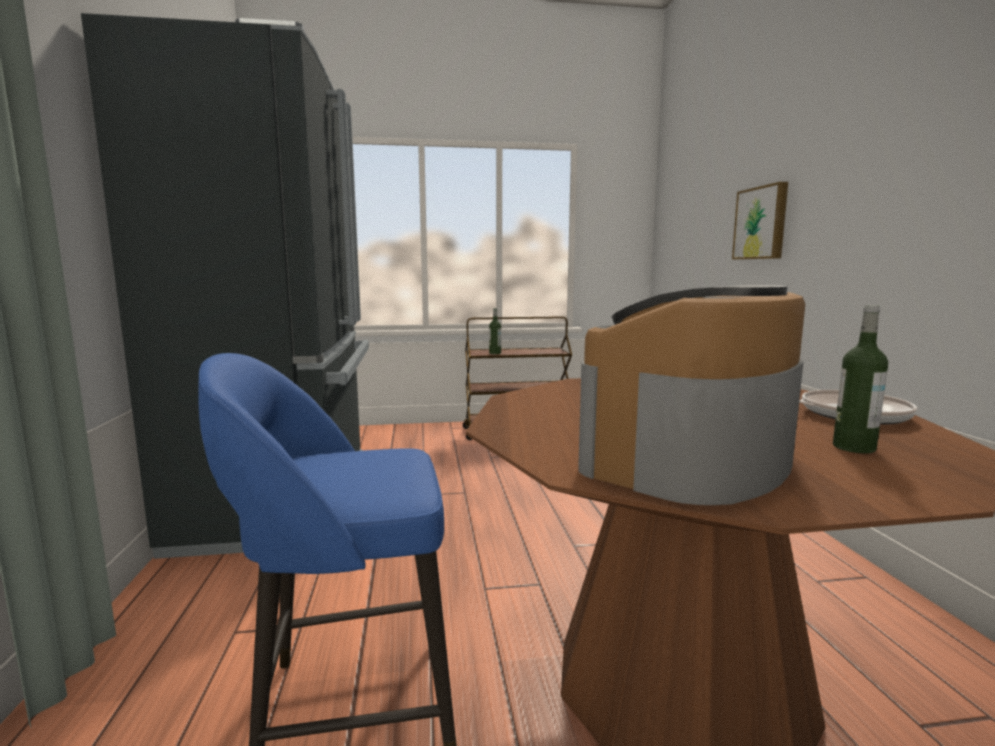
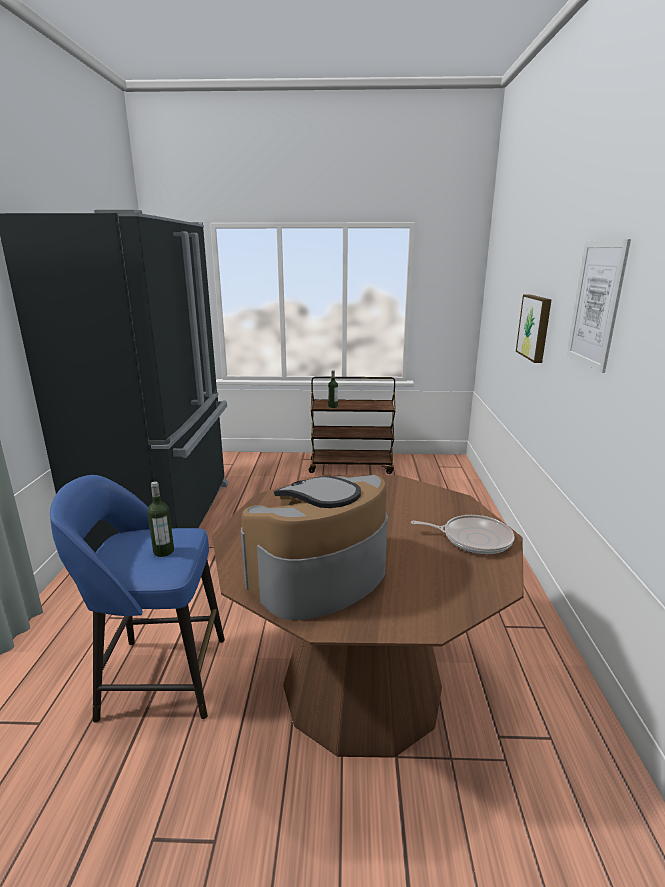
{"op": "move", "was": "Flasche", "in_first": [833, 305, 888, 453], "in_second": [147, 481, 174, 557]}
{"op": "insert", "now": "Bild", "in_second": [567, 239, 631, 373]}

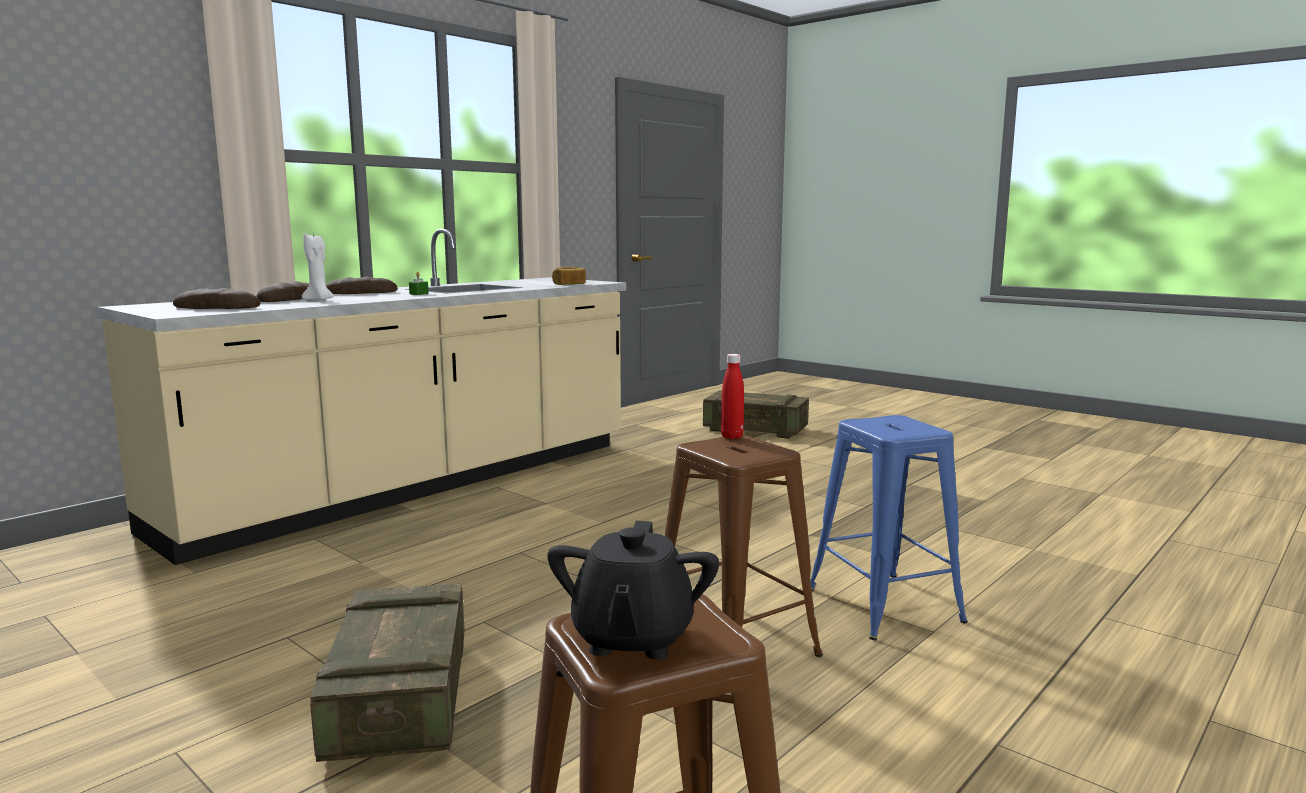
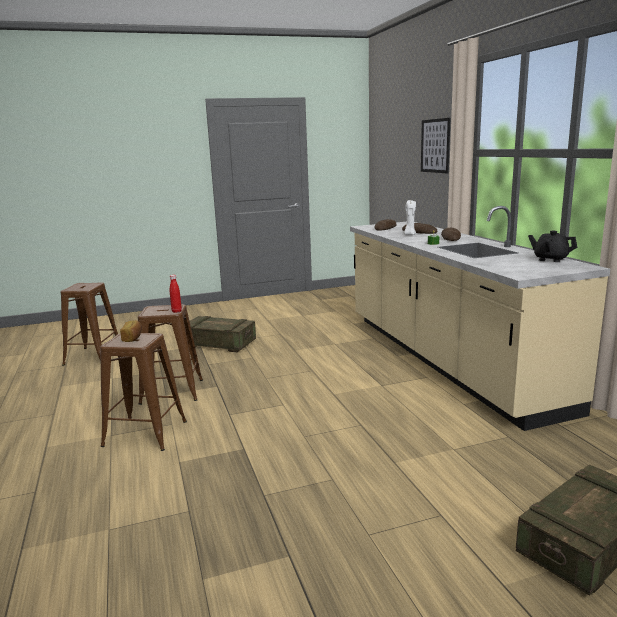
{"op": "move", "was": "Teekanne (schwarz)", "in_first": [547, 521, 719, 660], "in_second": [528, 231, 577, 262]}
{"op": "move", "was": "Brot", "in_first": [552, 267, 586, 285], "in_second": [120, 320, 142, 342]}
{"op": "recolor", "was": "Hocker (blau)", "now": "Hocker (braun)", "in_first": [811, 415, 968, 641], "in_second": [100, 333, 187, 451]}
{"op": "insert", "now": "Bild", "in_second": [421, 118, 450, 173]}

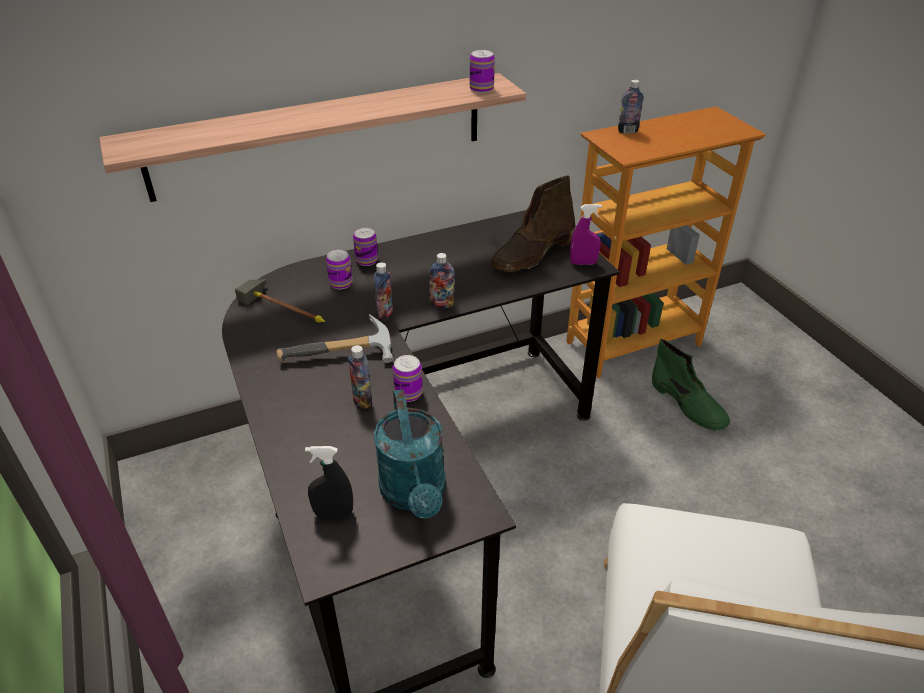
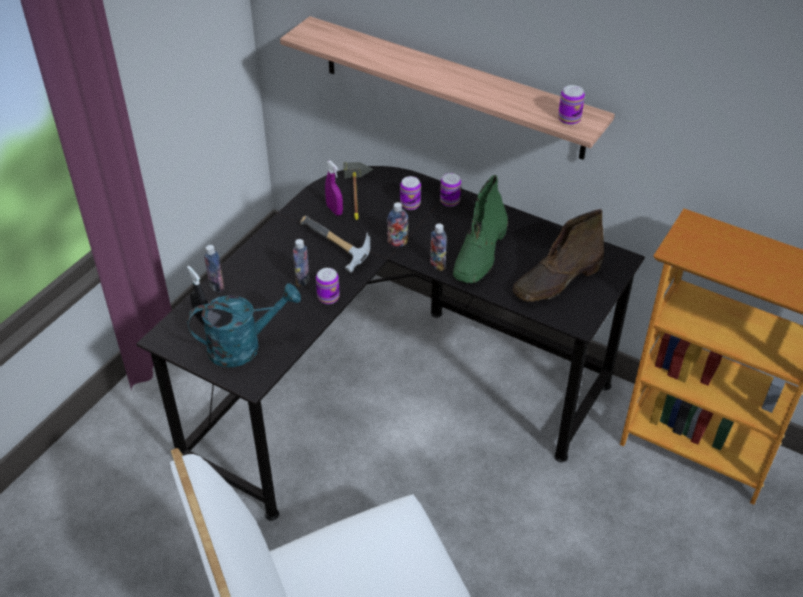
{"op": "rotate", "was": "Gießkanne (türkis)", "in_first": [373, 389, 446, 518], "in_second": [187, 283, 301, 367], "clockwise": -150}
{"op": "rotate", "was": "Stiefel (braun)", "in_first": [491, 175, 575, 272], "in_second": [513, 209, 604, 302], "clockwise": -45}
{"op": "move", "was": "Sprühflasche (lila)", "in_first": [570, 204, 602, 265], "in_second": [325, 160, 343, 216]}
{"op": "move", "was": "Flasche", "in_first": [618, 80, 644, 134], "in_second": [204, 245, 225, 292]}
{"op": "move", "was": "Stiefel (grün)", "in_first": [652, 339, 730, 431], "in_second": [453, 175, 508, 283]}

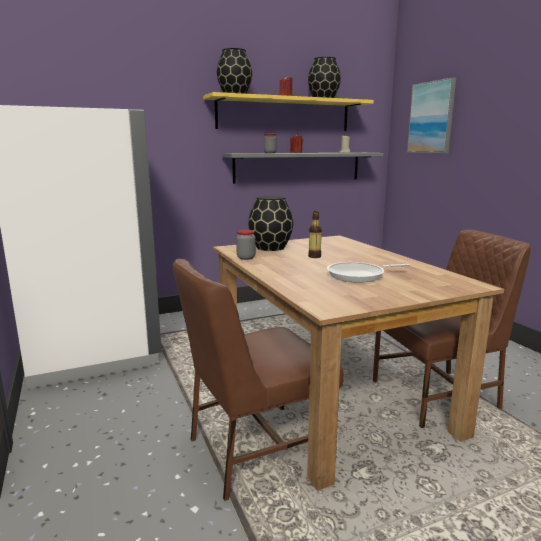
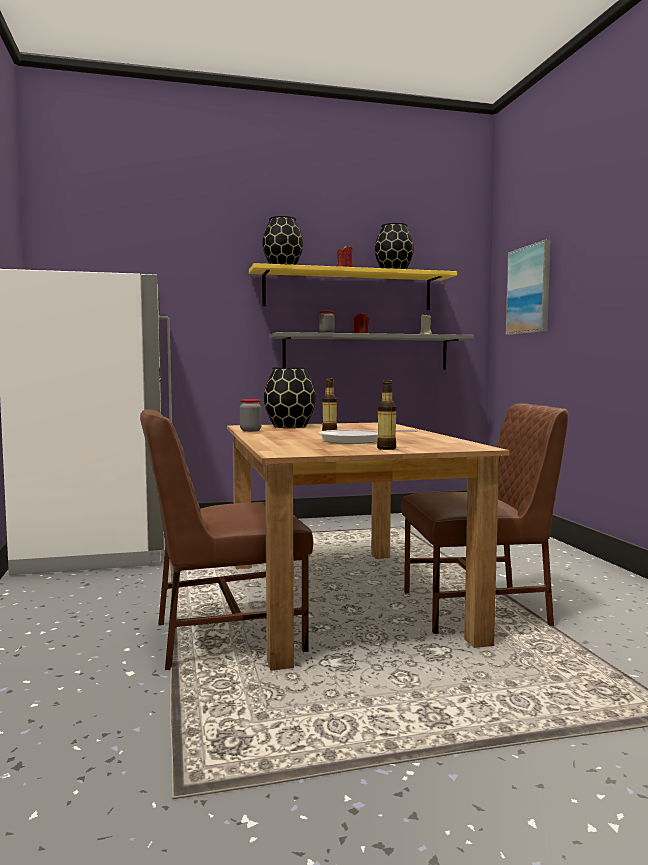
{"op": "insert", "now": "Flasche", "in_second": [377, 380, 396, 450]}

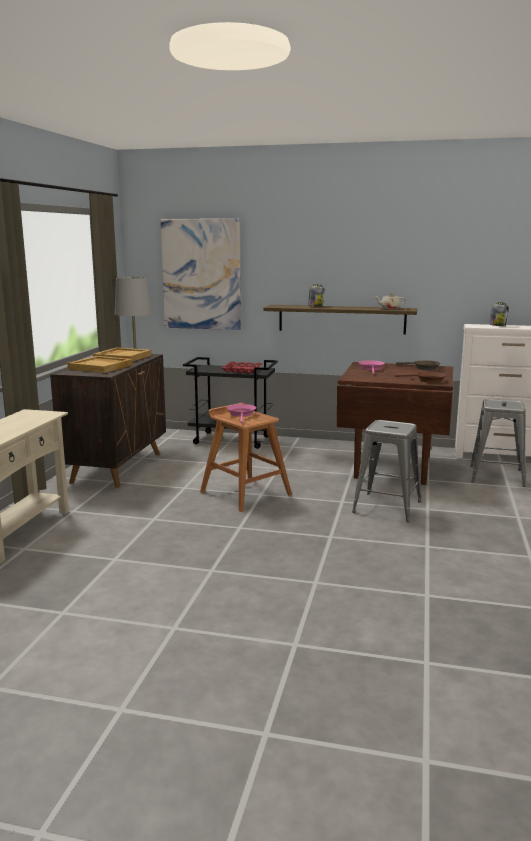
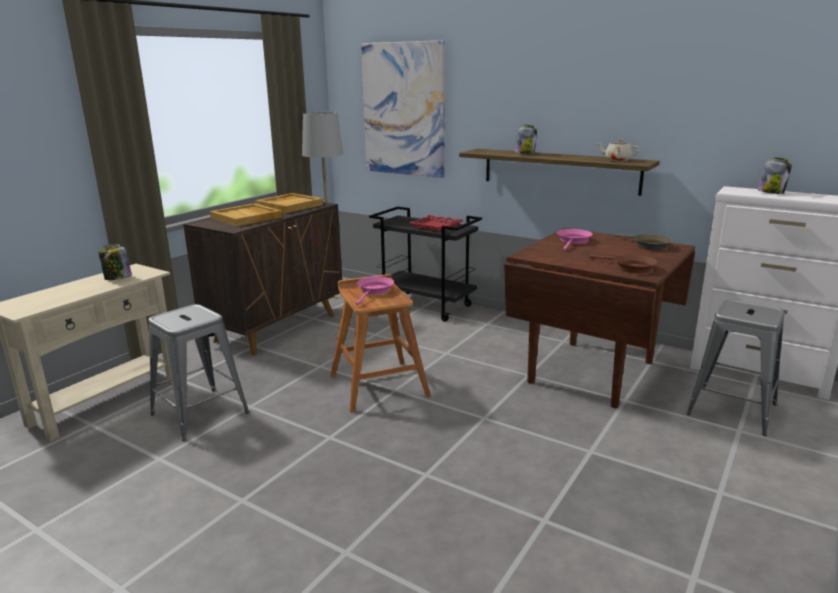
{"op": "move", "was": "Hocker (grau)", "in_first": [352, 420, 421, 522], "in_second": [148, 304, 249, 441]}
{"op": "insert", "now": "Vorratsglas", "in_second": [99, 244, 132, 280]}

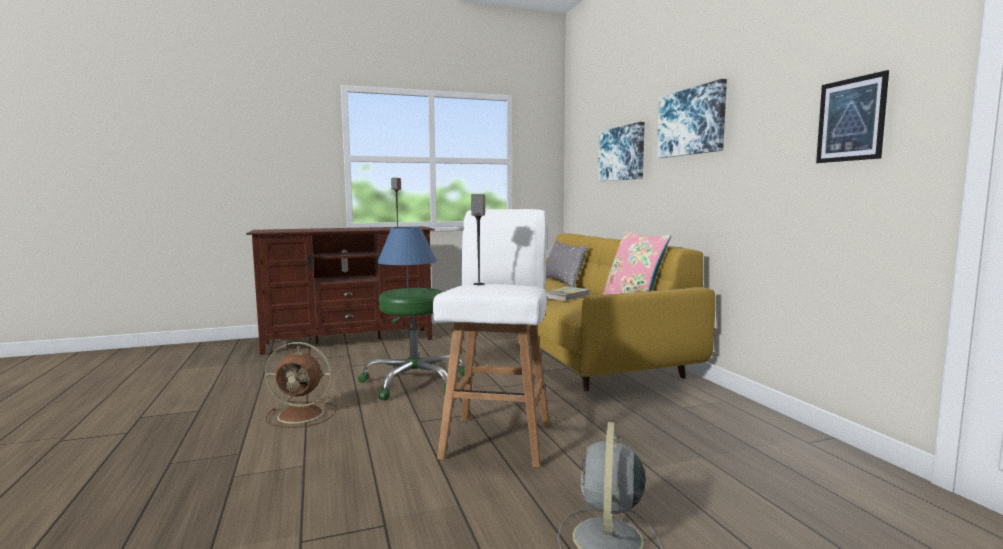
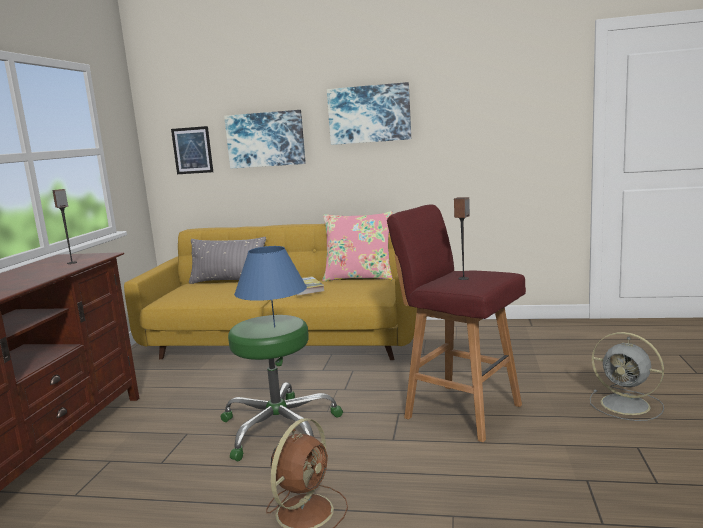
{"op": "recolor", "was": "Hocker (weiß)", "now": "Hocker (rot)", "in_first": [433, 209, 549, 467], "in_second": [387, 205, 526, 442]}
{"op": "move", "was": "Bild", "in_first": [816, 70, 889, 163], "in_second": [171, 126, 213, 174]}

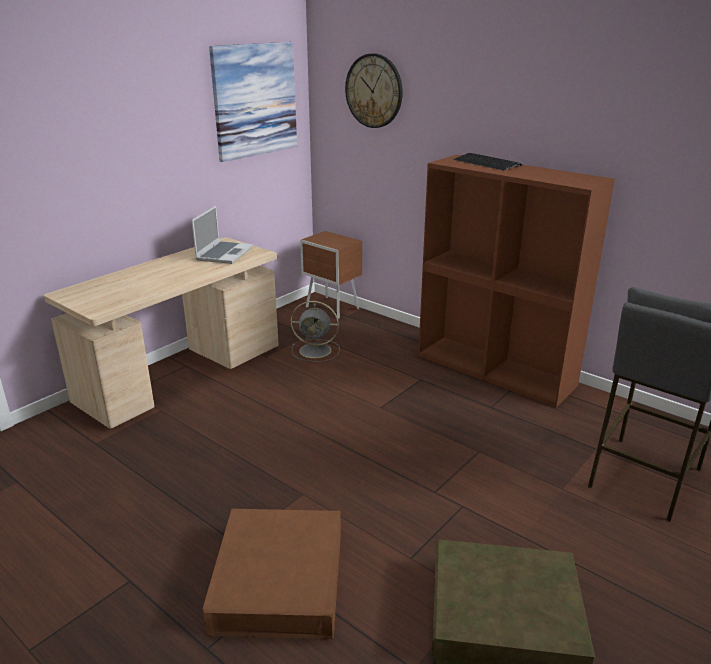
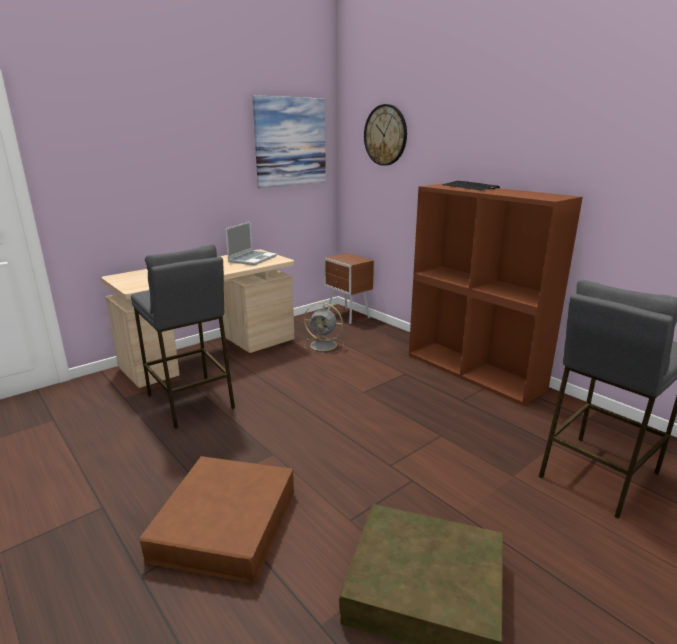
{"op": "insert", "now": "Hocker (grau)", "in_second": [131, 244, 235, 429]}

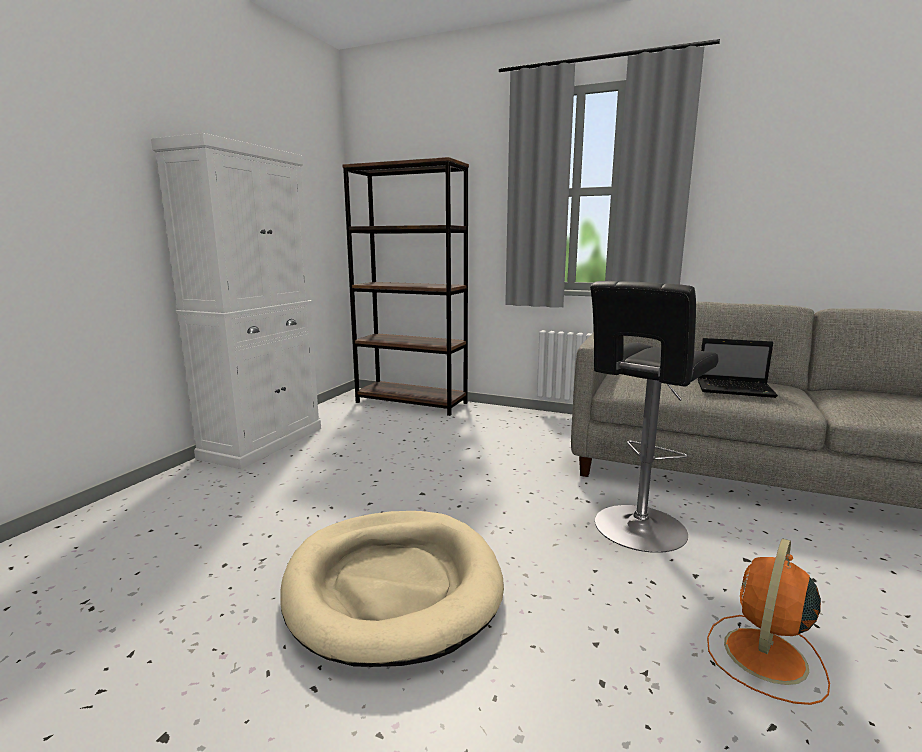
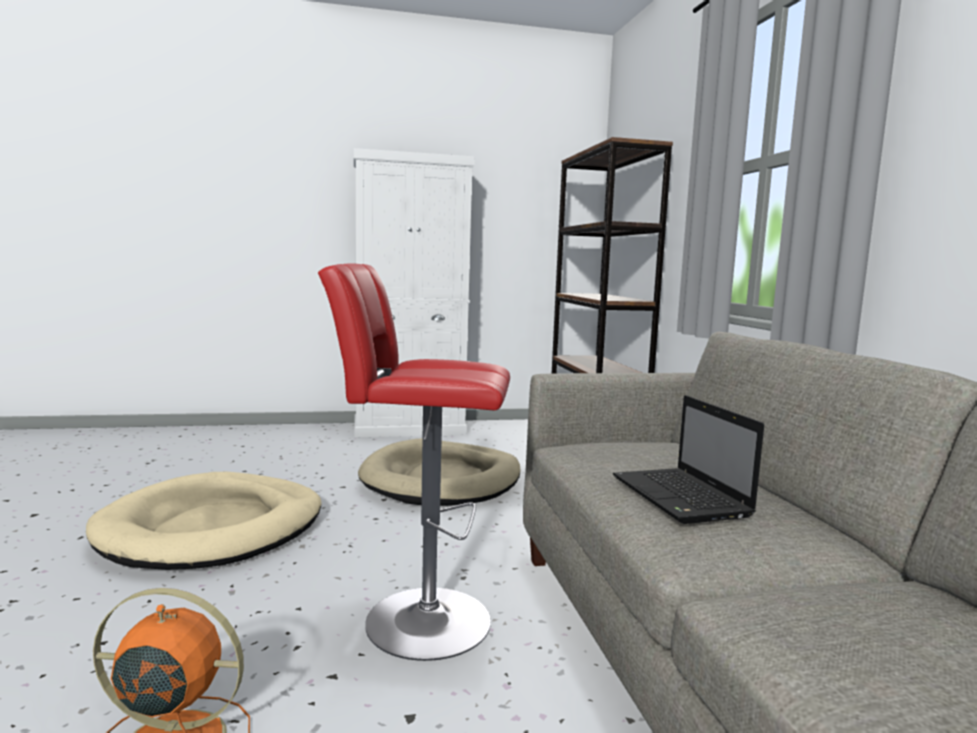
{"op": "recolor", "was": "Hocker (schwarz)", "now": "Hocker (rot)", "in_first": [590, 281, 719, 553], "in_second": [318, 264, 510, 661]}
{"op": "insert", "now": "Hundebett (beige)", "in_second": [358, 439, 521, 506]}

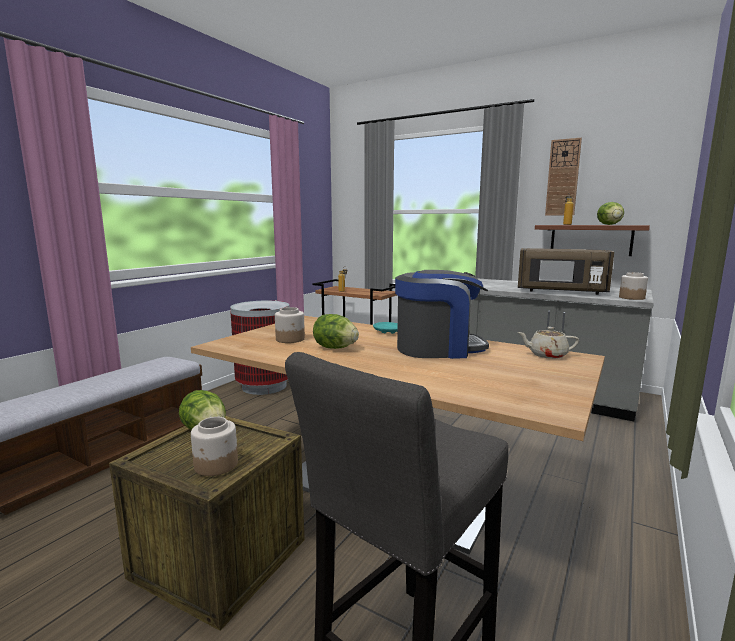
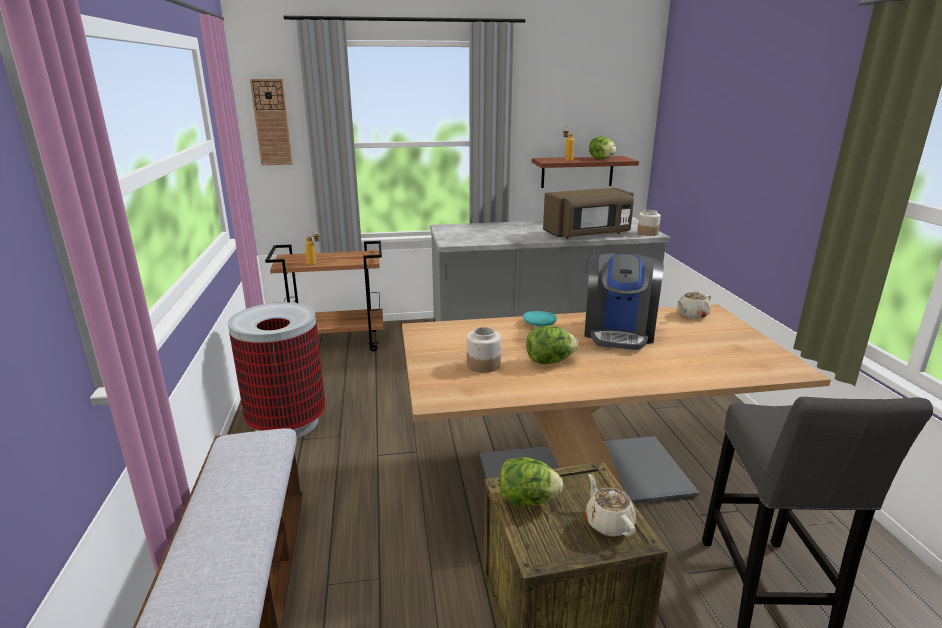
{"op": "replace", "was": "Vorratsglas", "now": "Teekanne (beige)", "in_first": [191, 417, 238, 476], "in_second": [585, 474, 636, 536]}
{"op": "rotate", "was": "Kaffeemaschine", "in_first": [395, 270, 489, 359], "in_second": [584, 253, 664, 350], "clockwise": 150}
{"op": "move", "was": "Wanduhr", "in_first": [545, 138, 582, 216], "in_second": [250, 79, 293, 165]}

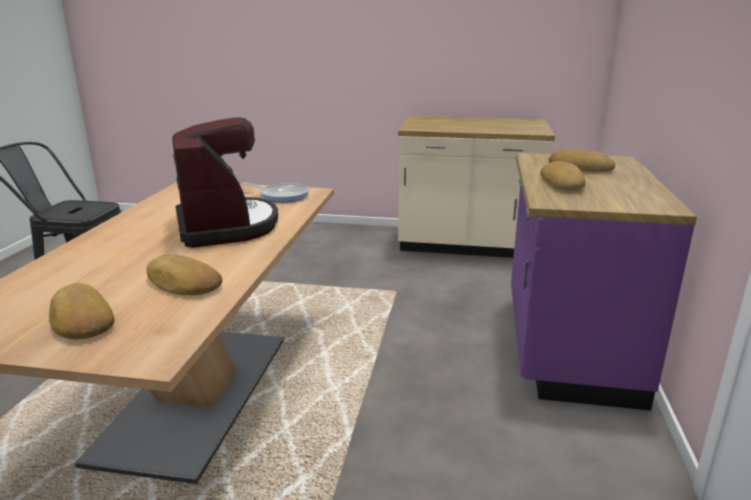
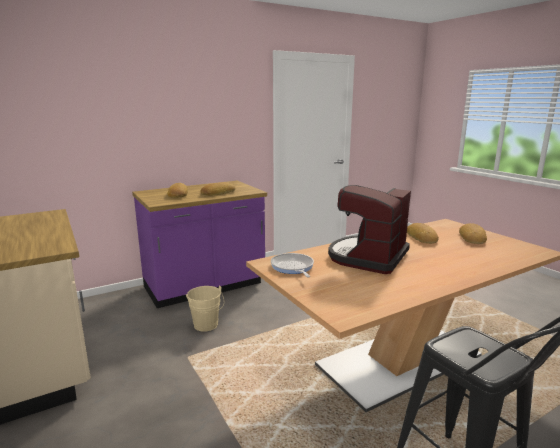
{"op": "insert", "now": "Eimer (beige)", "in_second": [186, 285, 224, 332]}

